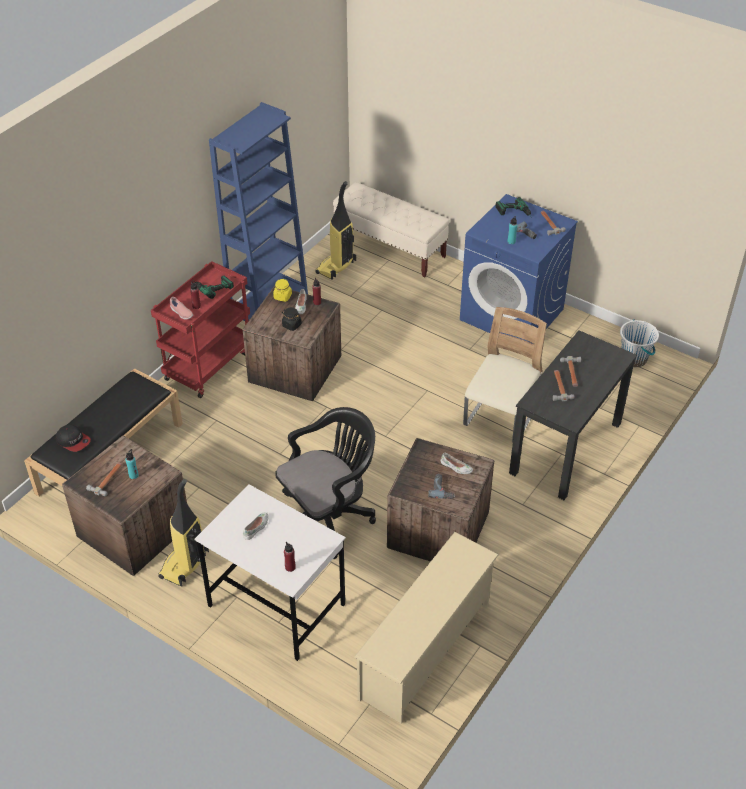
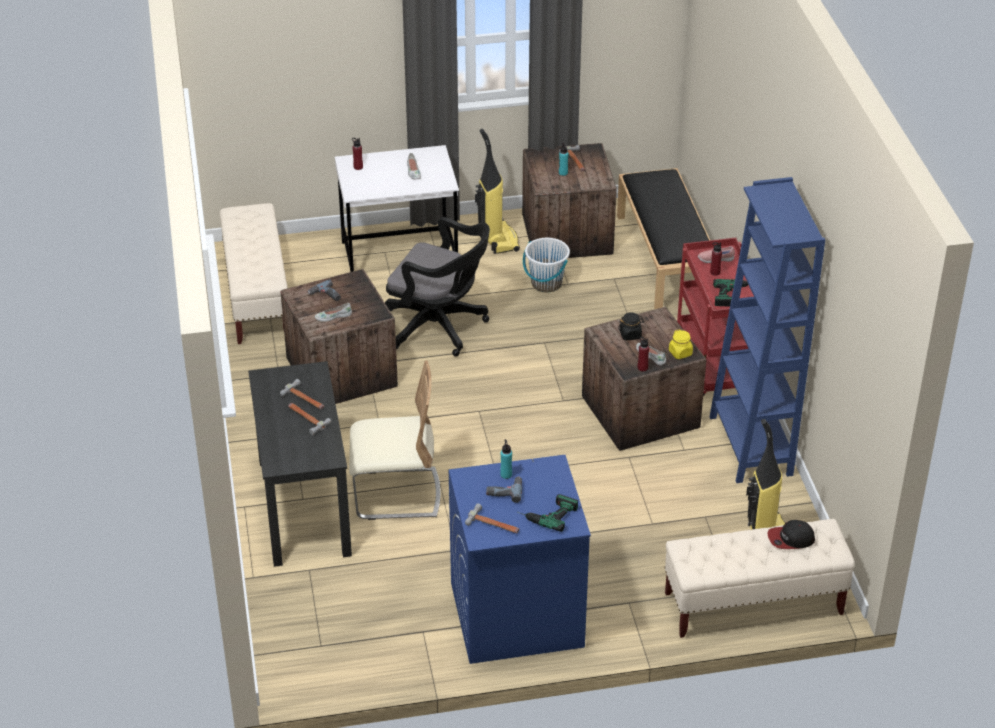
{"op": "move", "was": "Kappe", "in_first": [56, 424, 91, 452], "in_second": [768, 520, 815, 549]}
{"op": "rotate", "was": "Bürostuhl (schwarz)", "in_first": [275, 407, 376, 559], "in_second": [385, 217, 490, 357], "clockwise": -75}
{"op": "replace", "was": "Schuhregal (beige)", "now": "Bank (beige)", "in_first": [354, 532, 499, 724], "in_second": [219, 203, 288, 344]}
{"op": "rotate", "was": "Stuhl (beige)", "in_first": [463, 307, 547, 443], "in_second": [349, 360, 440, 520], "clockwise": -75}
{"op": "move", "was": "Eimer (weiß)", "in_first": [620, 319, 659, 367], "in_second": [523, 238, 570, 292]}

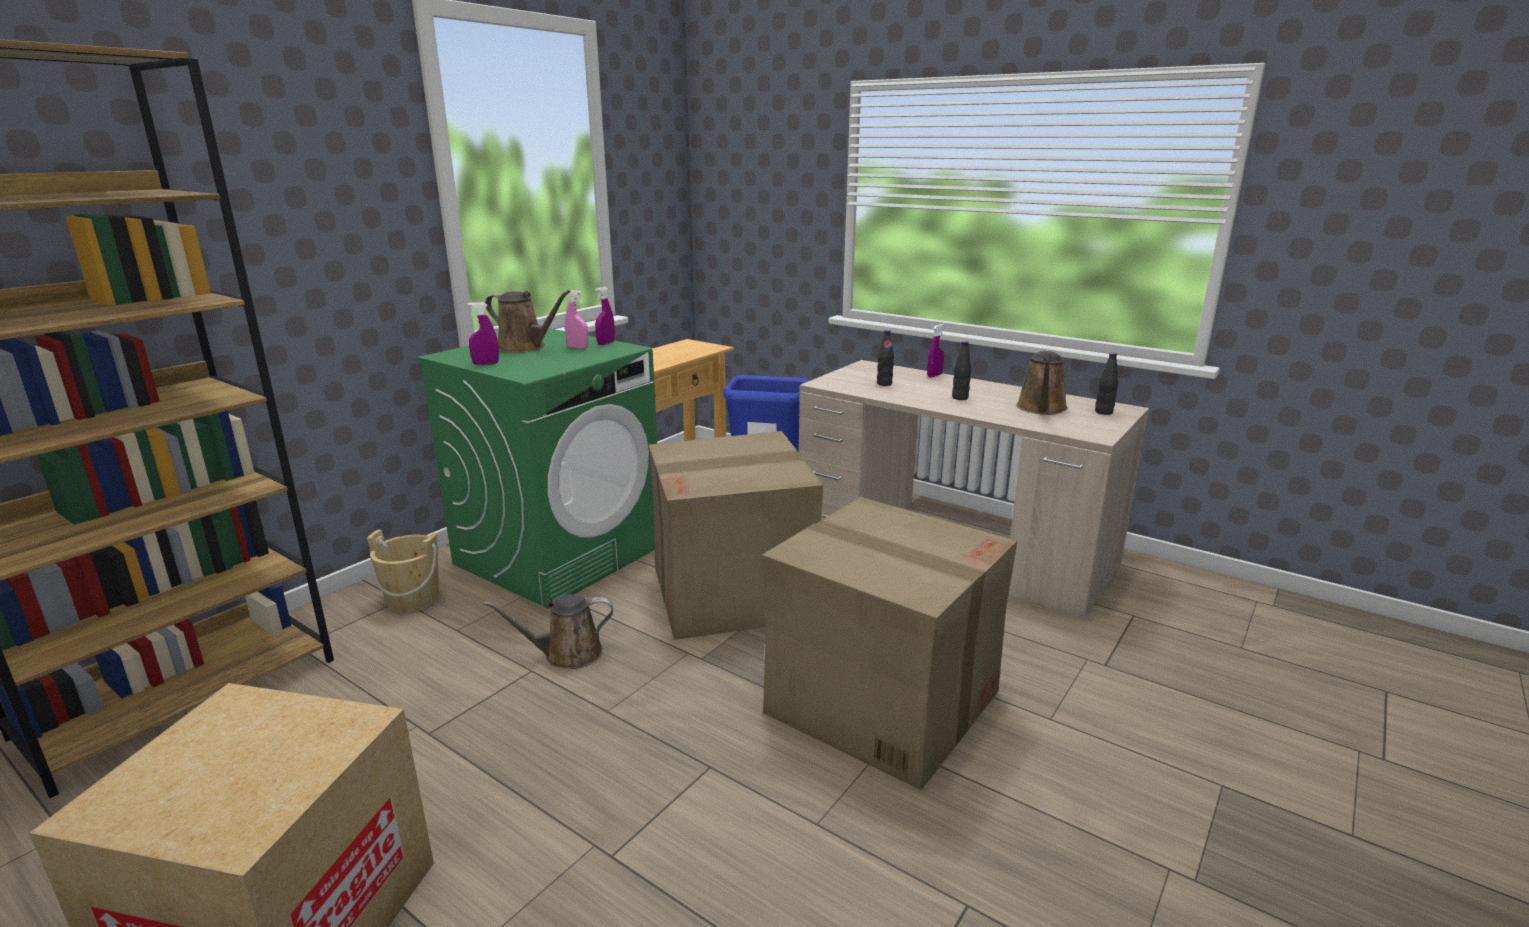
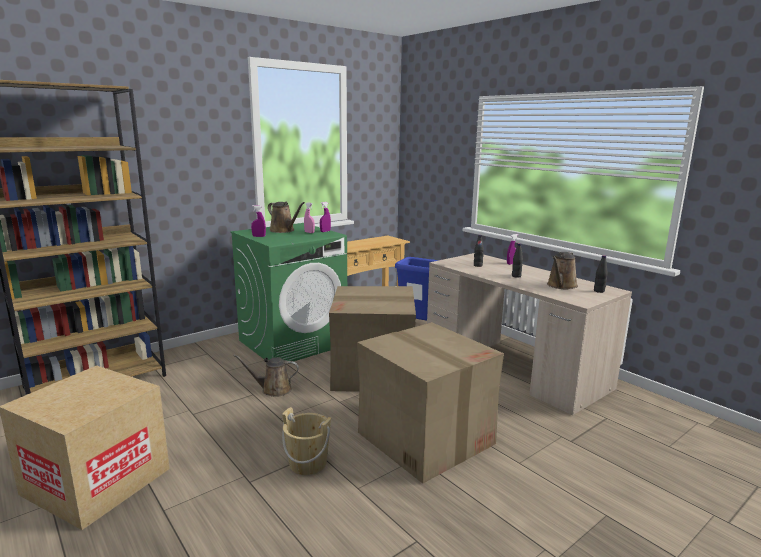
{"op": "move", "was": "Eimer (beige)", "in_first": [367, 529, 439, 613], "in_second": [282, 407, 331, 475]}

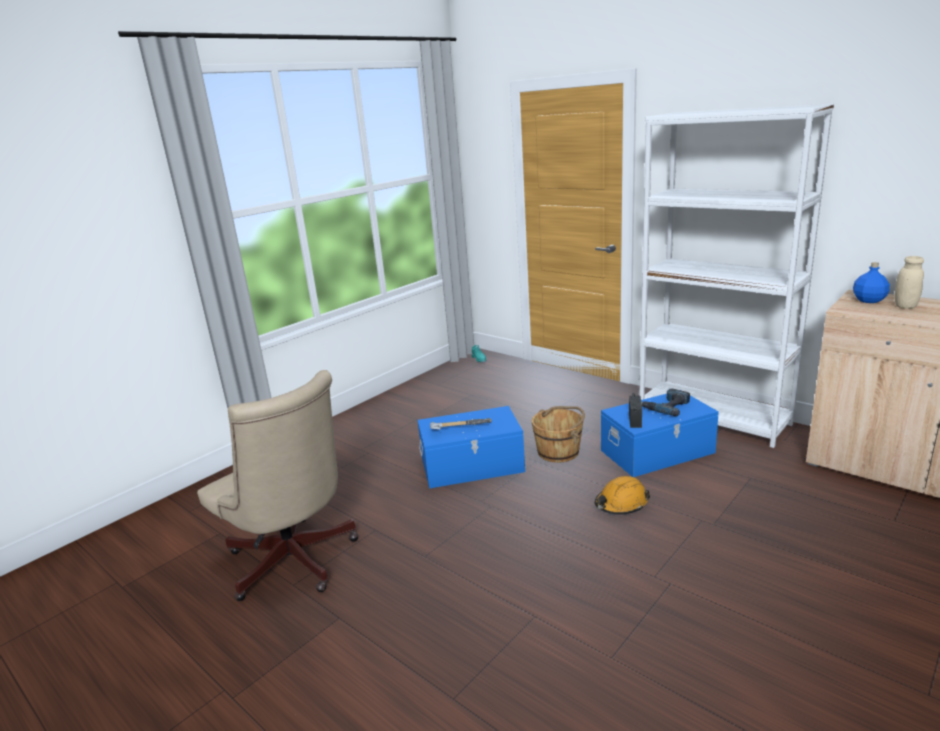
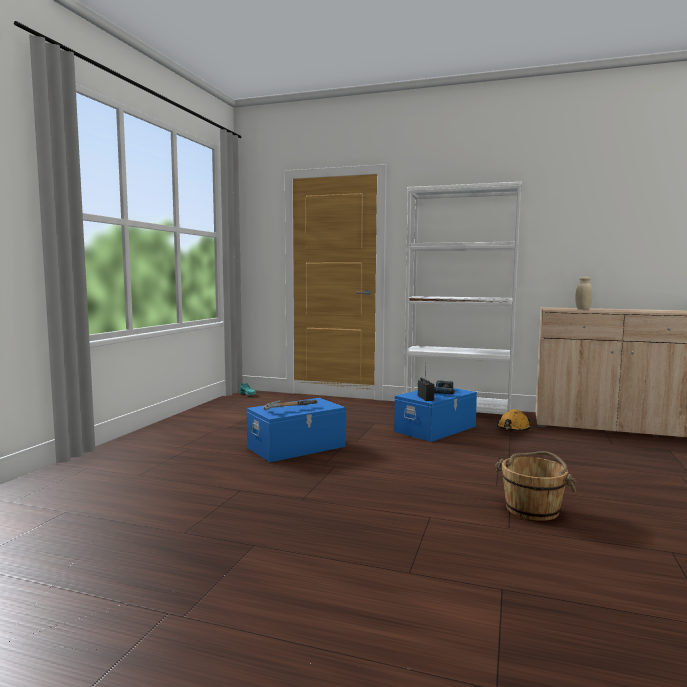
{"op": "delete", "was": "Bürostuhl (beige)", "in_first": [197, 370, 359, 601]}
{"op": "move", "was": "Eimer (braun)", "in_first": [532, 406, 585, 462], "in_second": [495, 451, 576, 521]}
{"op": "move", "was": "Schutzhelm (orange)", "in_first": [595, 476, 650, 515], "in_second": [497, 409, 531, 431]}
{"op": "delete", "was": "Flasche (blau)", "in_first": [853, 262, 890, 303]}

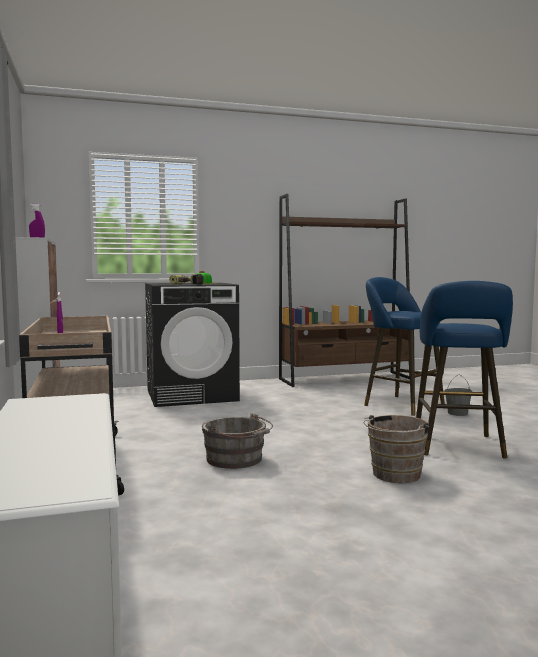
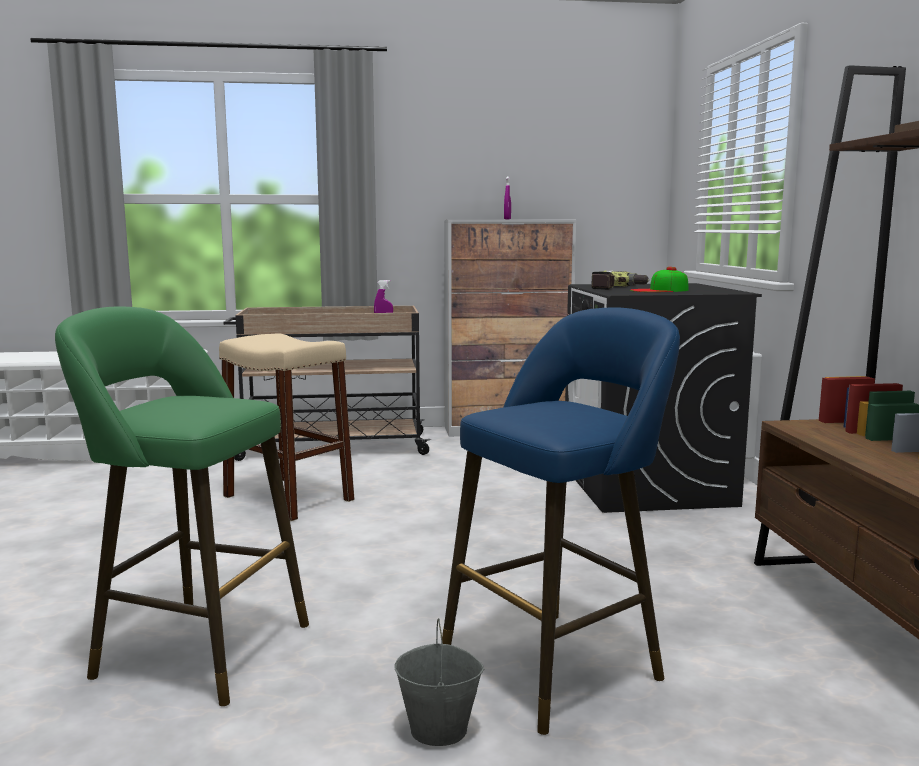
{"op": "replace", "was": "Eimer (grau)", "now": "Hocker (beige)", "in_first": [202, 413, 273, 469], "in_second": [219, 333, 354, 521]}
{"op": "delete", "was": "Eimer (braun)", "in_first": [363, 415, 429, 483]}
{"op": "recolor", "was": "Hocker (blau)", "now": "Hocker (grün)", "in_first": [416, 281, 513, 459], "in_second": [55, 307, 309, 706]}

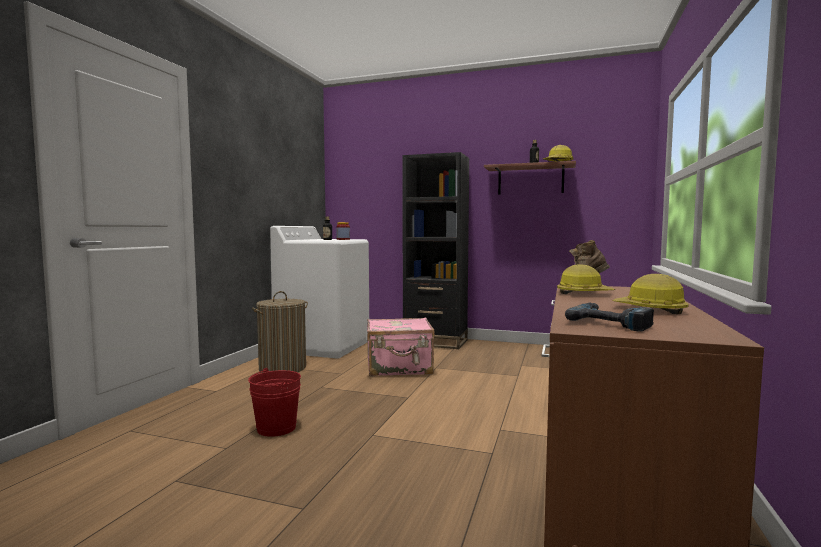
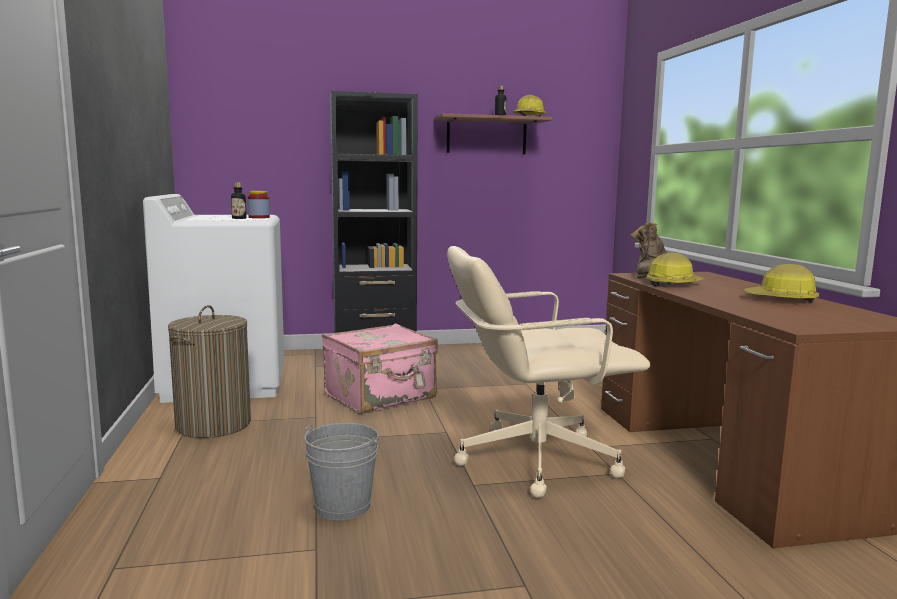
{"op": "recolor", "was": "Eimer (rot)", "now": "Eimer (grau)", "in_first": [248, 368, 301, 437], "in_second": [304, 423, 378, 520]}
{"op": "delete", "was": "Bohrmaschine", "in_first": [565, 303, 654, 332]}
{"op": "insert", "now": "Bürostuhl (beige)", "in_second": [447, 246, 650, 498]}

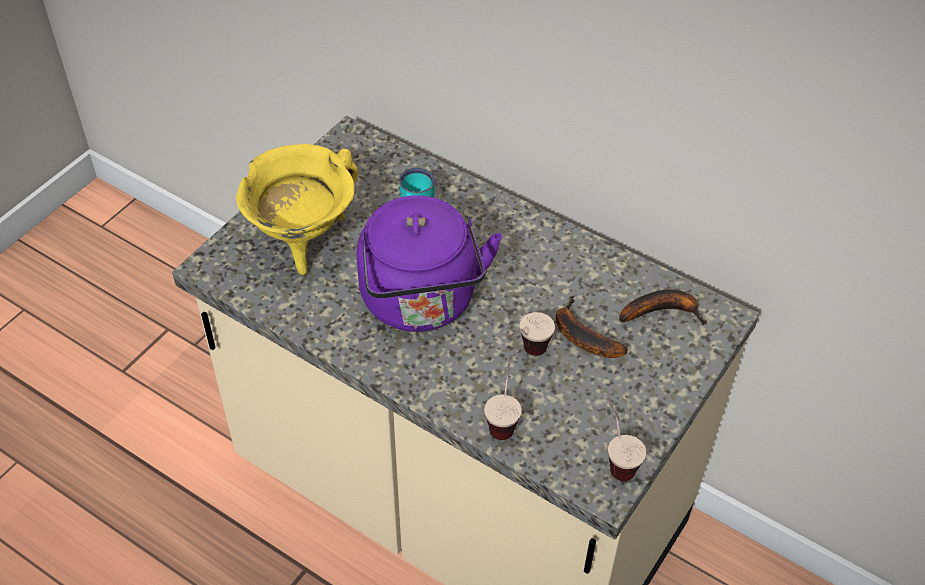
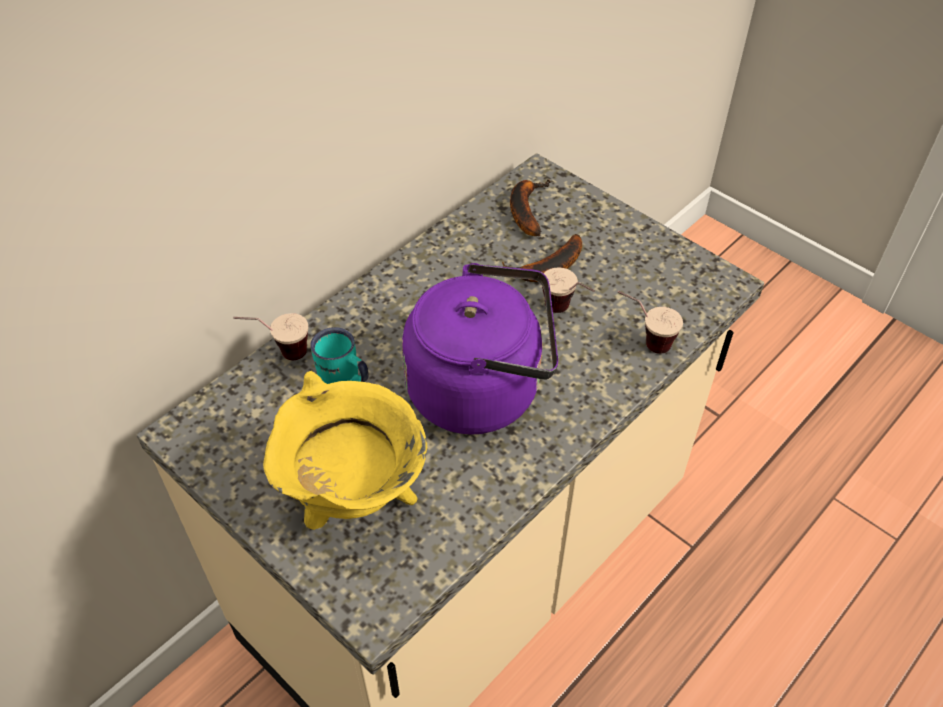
{"op": "move", "was": "Tasse", "in_first": [607, 397, 646, 481], "in_second": [233, 313, 308, 360]}

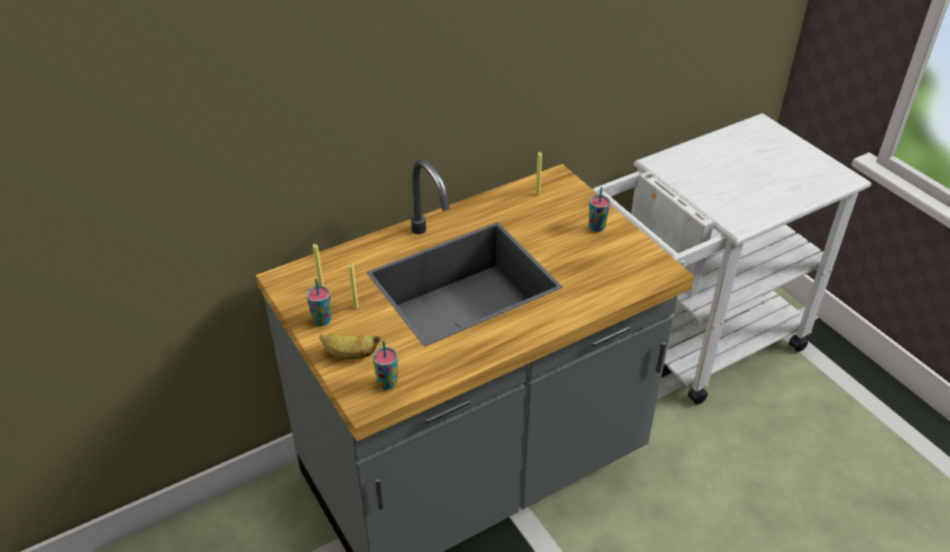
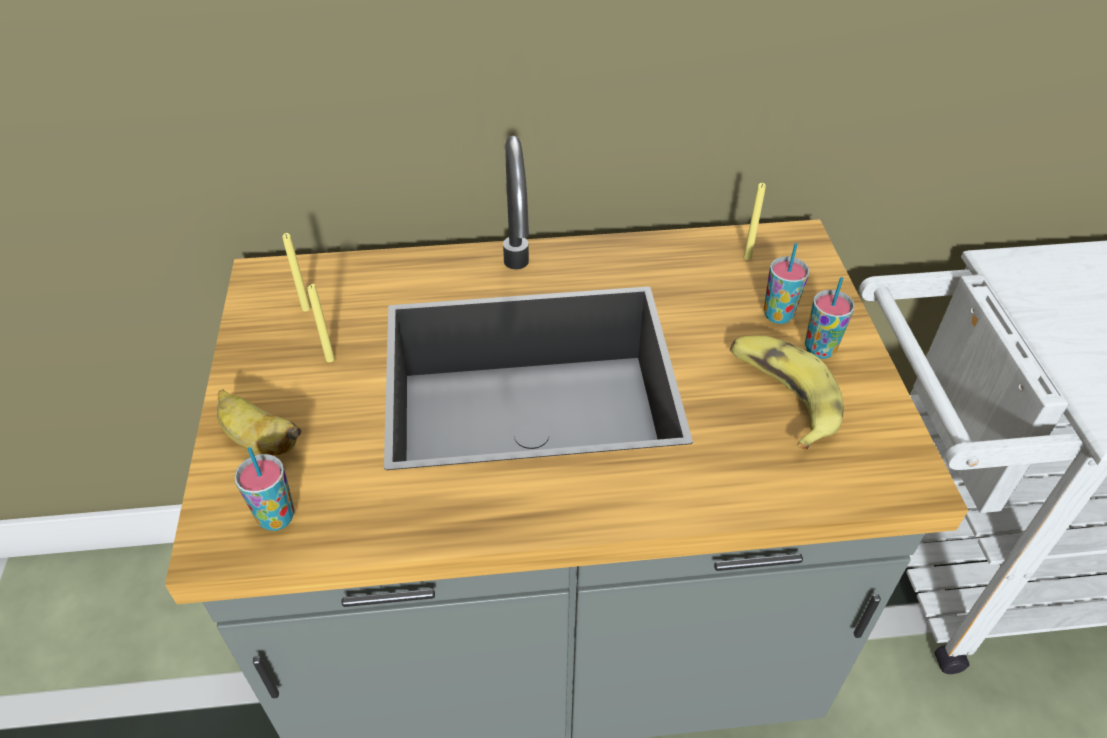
{"op": "move", "was": "Tasse", "in_first": [306, 279, 331, 326], "in_second": [764, 243, 810, 324]}
{"op": "insert", "now": "Banane", "in_second": [730, 336, 844, 450]}

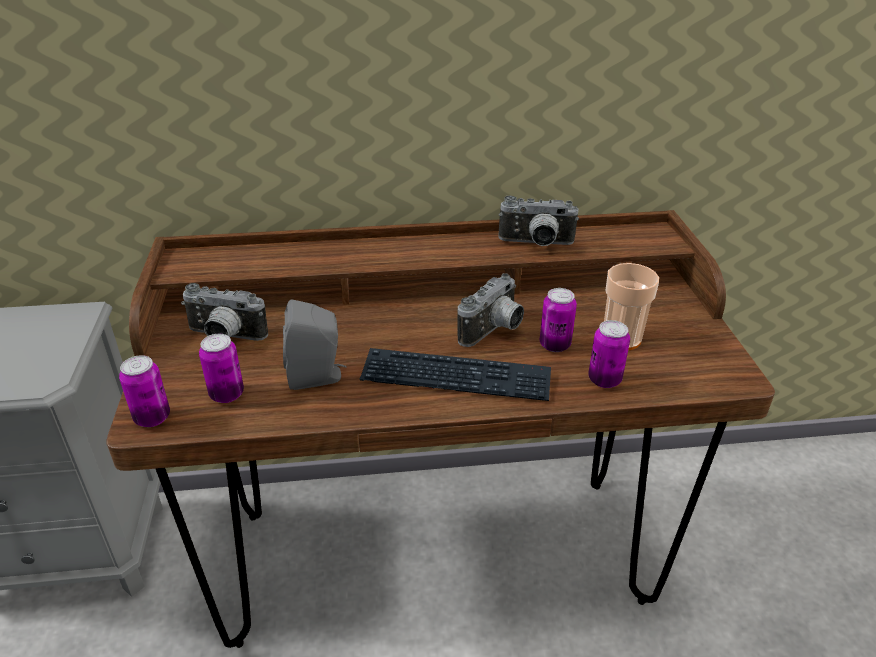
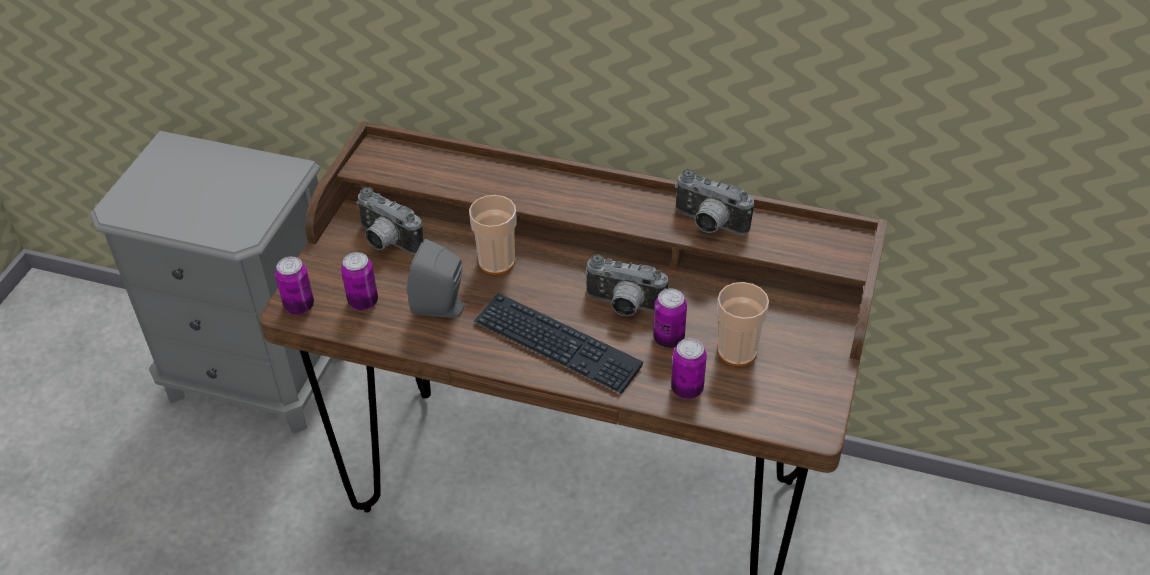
{"op": "rotate", "was": "Kamera", "in_first": [457, 273, 524, 347], "in_second": [584, 254, 668, 316], "clockwise": 45}
{"op": "insert", "now": "Tasse", "in_second": [469, 195, 517, 275]}

